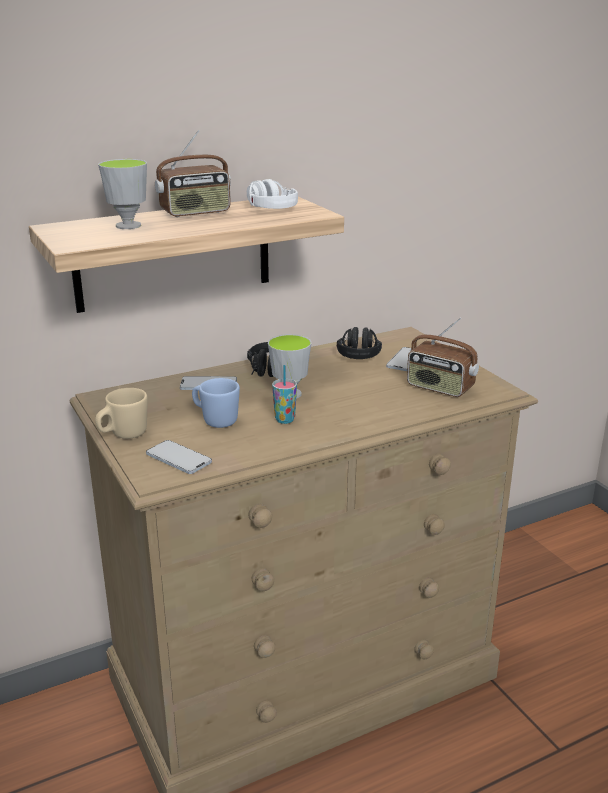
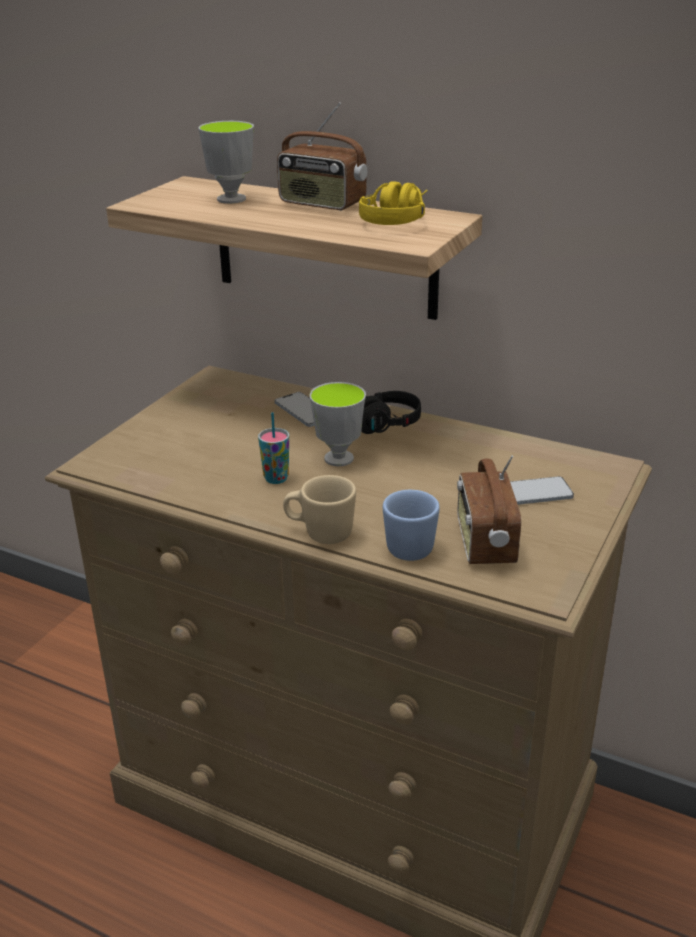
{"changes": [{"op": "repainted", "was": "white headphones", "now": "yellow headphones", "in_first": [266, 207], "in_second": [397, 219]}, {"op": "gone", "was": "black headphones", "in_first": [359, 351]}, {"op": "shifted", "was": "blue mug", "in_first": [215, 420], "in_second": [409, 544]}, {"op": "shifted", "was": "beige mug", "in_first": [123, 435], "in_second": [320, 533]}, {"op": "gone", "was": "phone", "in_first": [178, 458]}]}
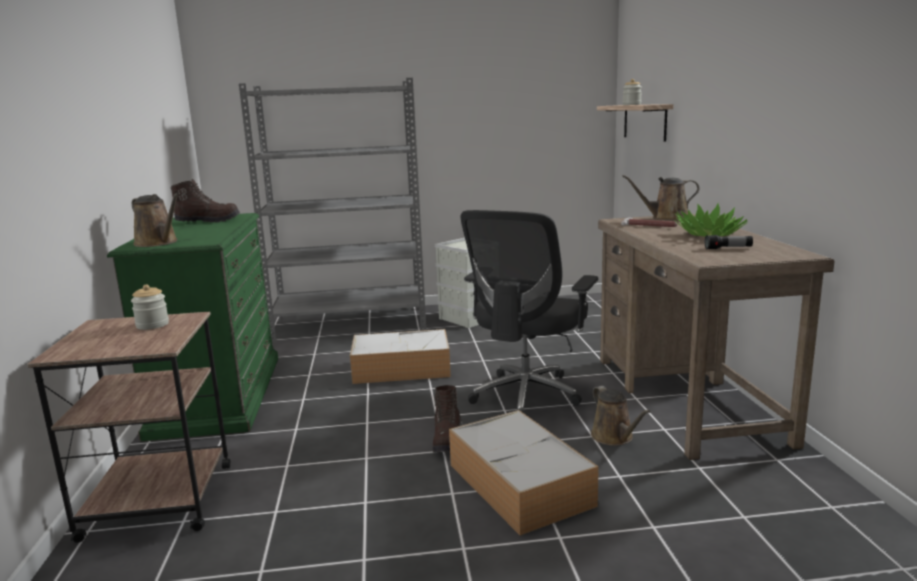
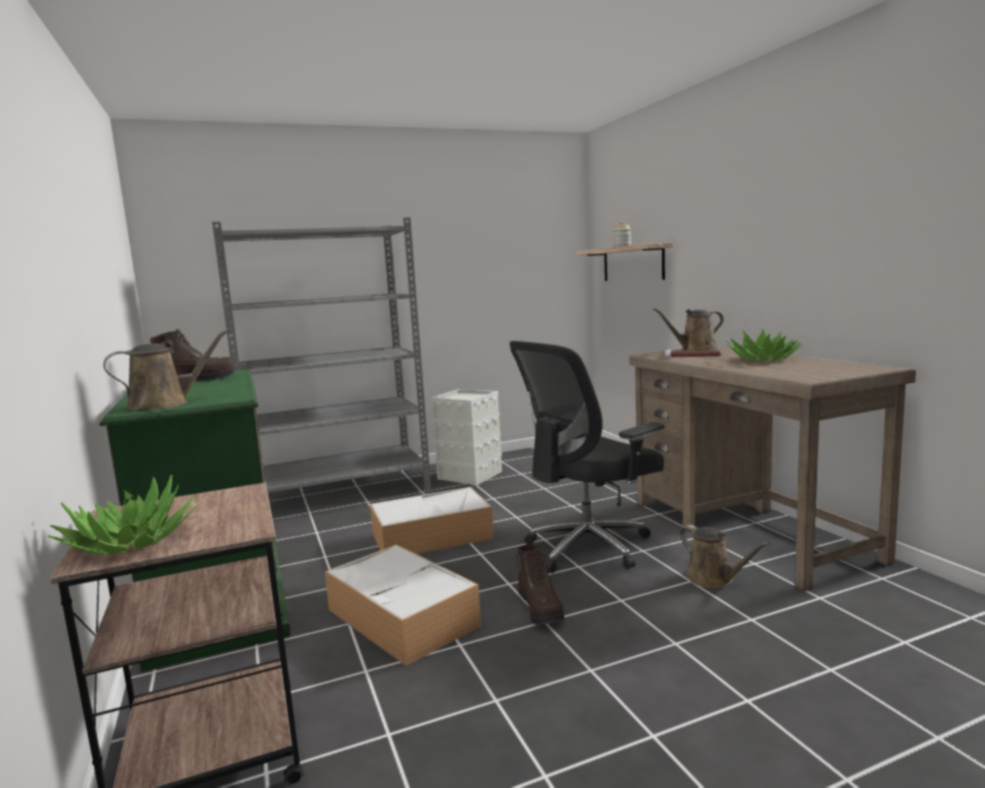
{"changes": [{"op": "rotated", "was": "brown watering can", "in_first": [158, 243], "in_second": [165, 404], "clockwise": -60}, {"op": "rotated", "was": "office chair", "in_first": [526, 395], "in_second": [589, 547], "clockwise": 45}, {"op": "gone", "was": "flashlight", "in_first": [728, 248]}, {"op": "gone", "was": "jar", "in_first": [152, 325]}, {"op": "shifted", "was": "storage box", "in_first": [521, 485], "in_second": [404, 618]}, {"op": "new", "now": "potted plant", "in_second": [129, 541]}]}
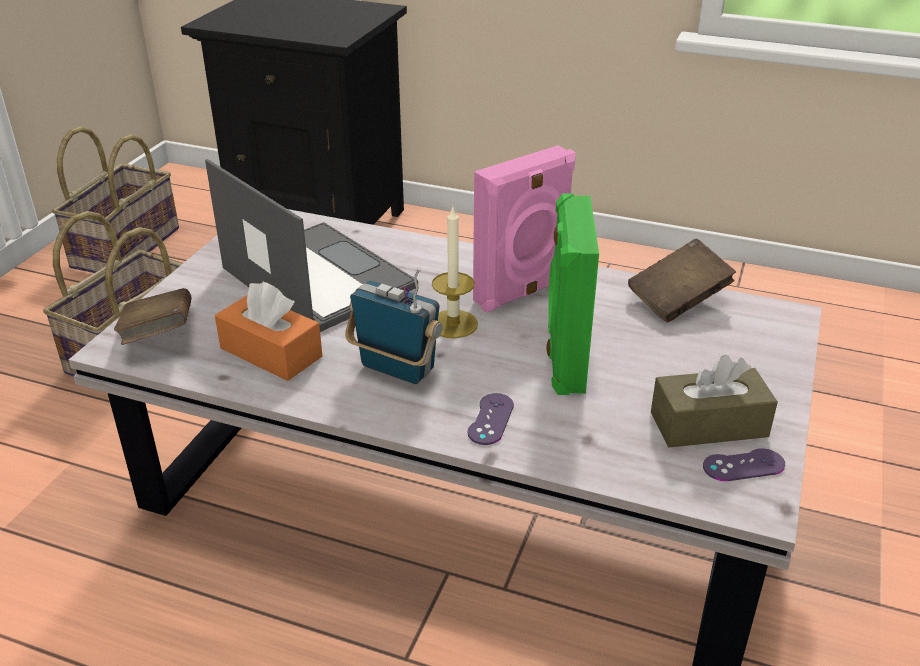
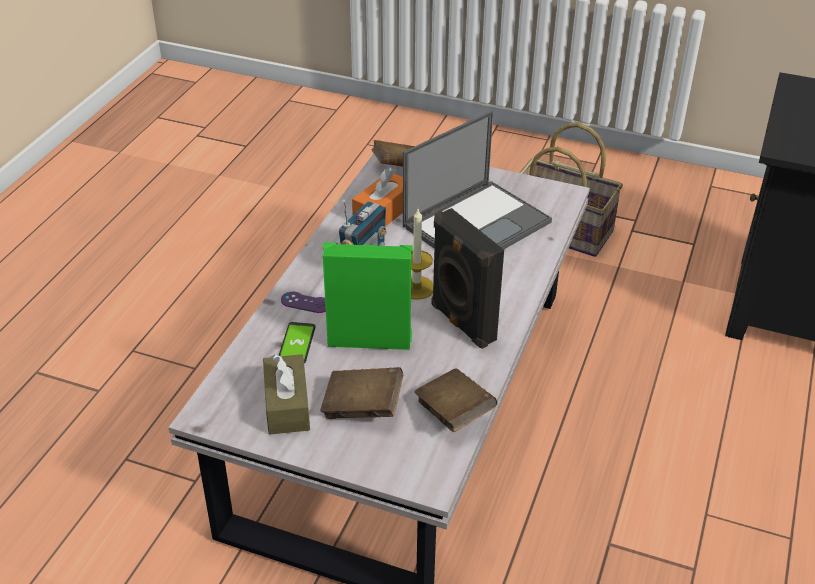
{"changes": [{"op": "gone", "was": "basket", "in_first": [125, 247]}, {"op": "repainted", "was": "pink speaker", "now": "black speaker", "in_first": [522, 292], "in_second": [461, 323]}, {"op": "gone", "was": "purple game controller", "in_first": [743, 465]}, {"op": "new", "now": "phone", "in_second": [296, 344]}, {"op": "new", "now": "brown book", "in_second": [362, 407]}]}
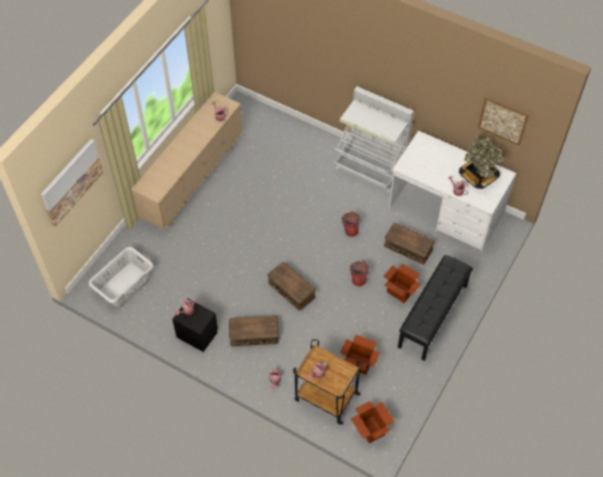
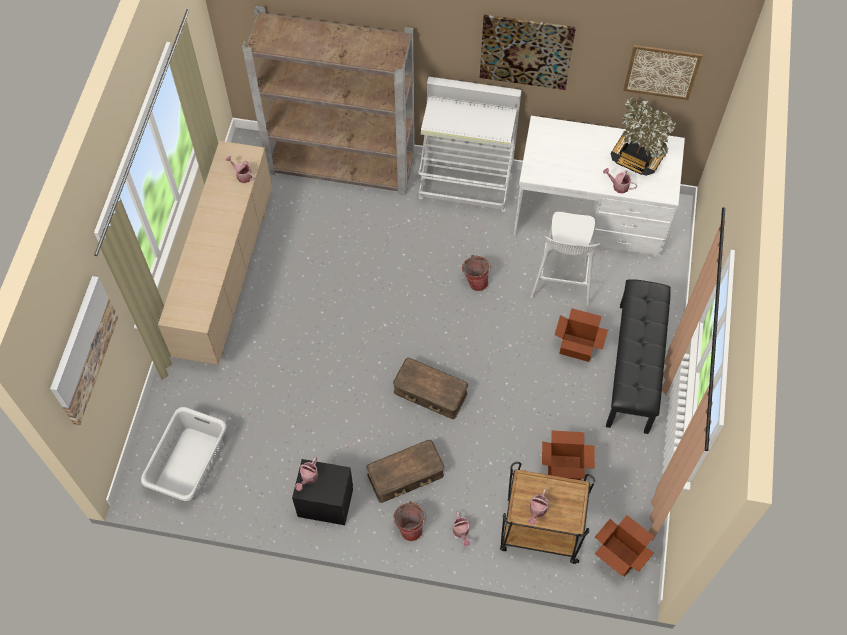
{"changes": [{"op": "swapped", "was": "brown storage box", "now": "white stool", "in_first": [408, 247], "in_second": [562, 281]}, {"op": "shifted", "was": "bucket", "in_first": [359, 279], "in_second": [410, 527]}, {"op": "new", "now": "brown bookcase", "in_second": [341, 165]}, {"op": "new", "now": "picture", "in_second": [526, 51]}]}
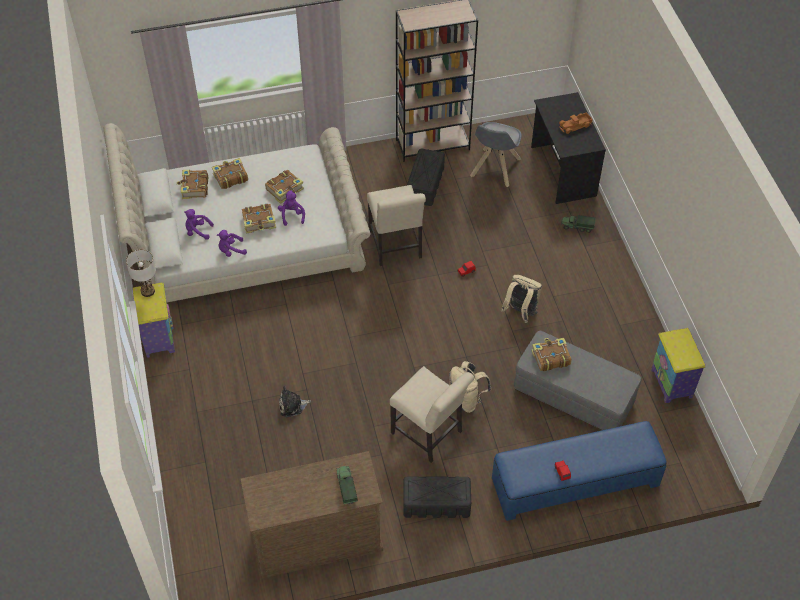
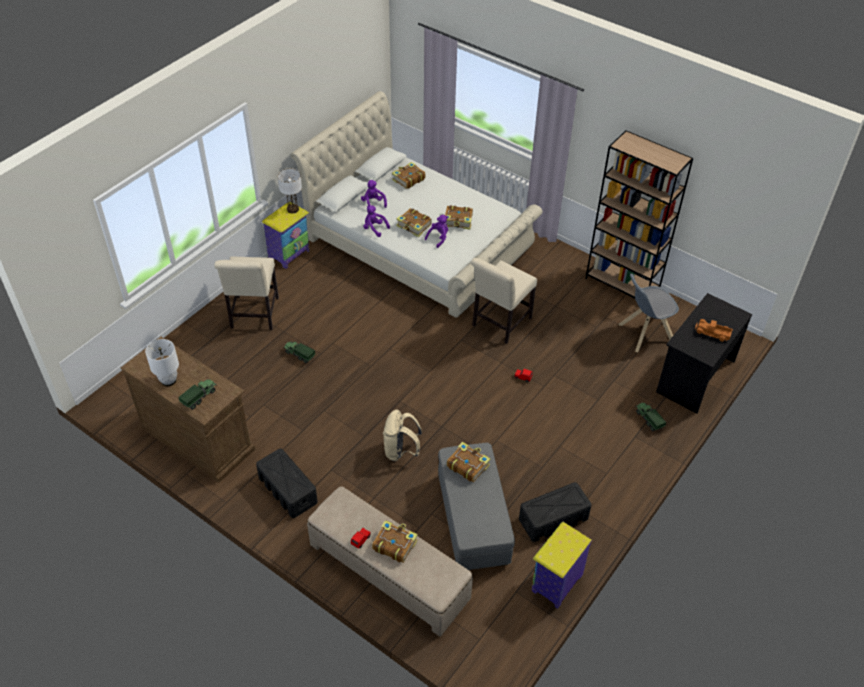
{"changes": [{"op": "shifted", "was": "black storage box", "in_first": [425, 185], "in_second": [553, 519]}, {"op": "shifted", "was": "book", "in_first": [230, 177], "in_second": [394, 544]}, {"op": "gone", "was": "beige backpack", "in_first": [520, 312]}, {"op": "shifted", "was": "beige chair", "in_first": [429, 435], "in_second": [253, 316]}, {"op": "swapped", "was": "plush toy", "now": "toy truck", "in_first": [292, 406], "in_second": [299, 355]}, {"op": "repainted", "was": "blue bench", "now": "beige bench", "in_first": [574, 482], "in_second": [388, 571]}, {"op": "new", "now": "white table lamp", "in_second": [168, 380]}]}
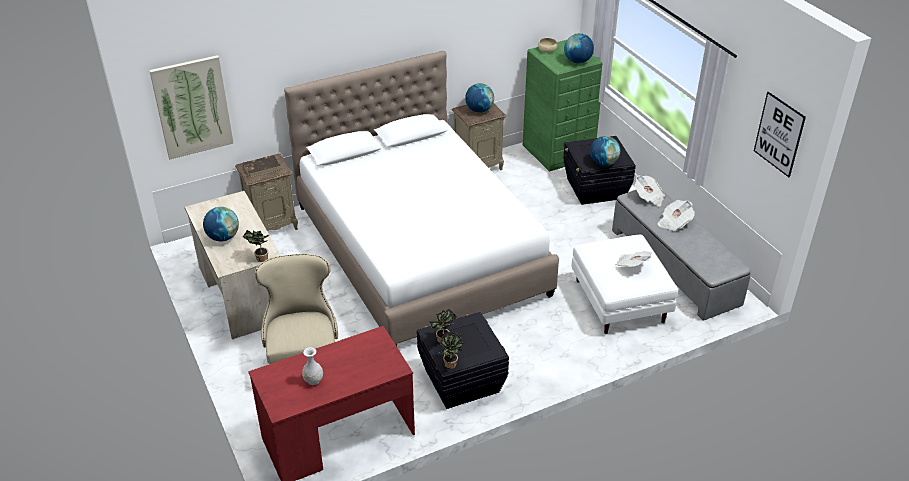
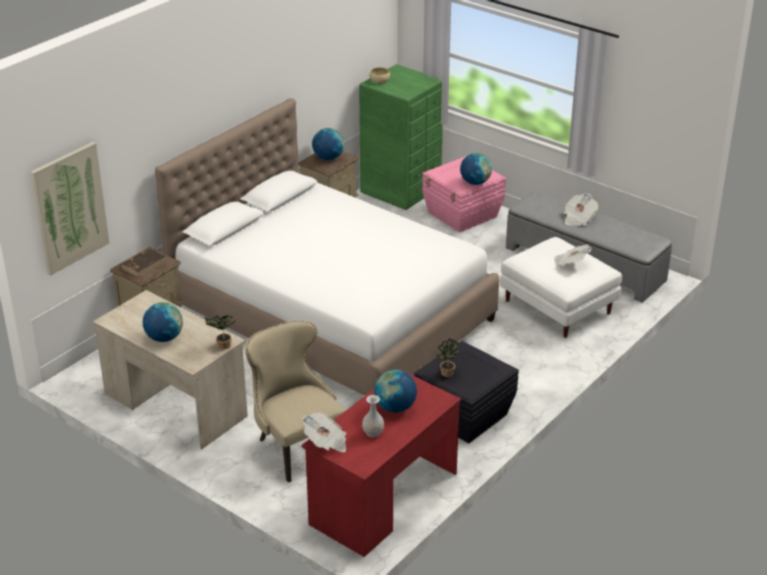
{"changes": [{"op": "shifted", "was": "globe", "in_first": [577, 61], "in_second": [395, 407]}, {"op": "gone", "was": "picture", "in_first": [779, 134]}, {"op": "repainted", "was": "black storage box", "now": "pink storage box", "in_first": [595, 189], "in_second": [462, 215]}, {"op": "shifted", "was": "newspaper", "in_first": [649, 198], "in_second": [326, 442]}, {"op": "gone", "was": "potted plant", "in_first": [452, 365]}]}
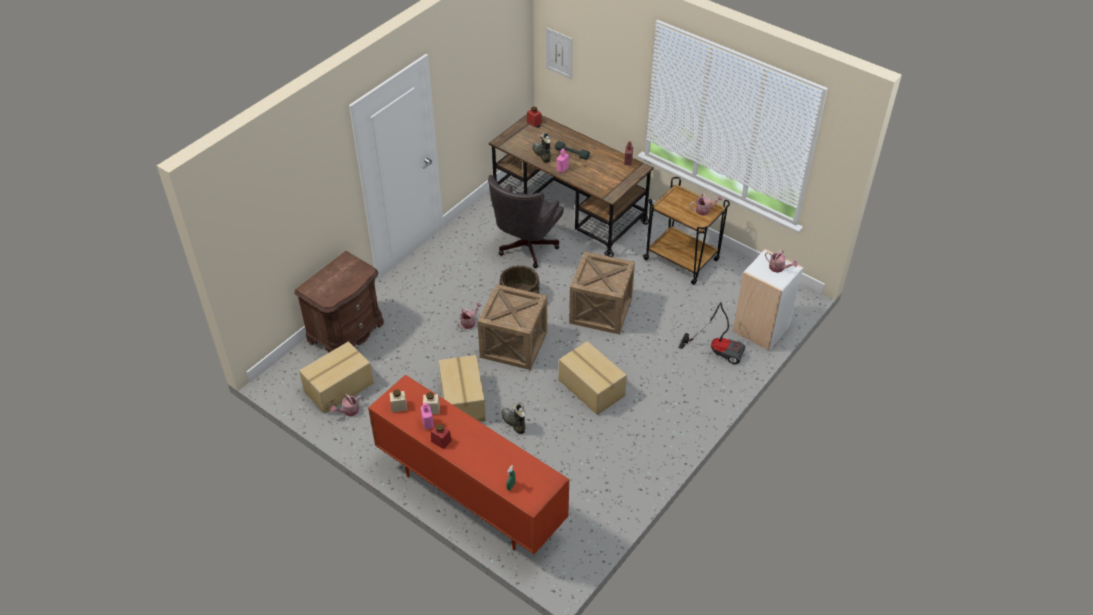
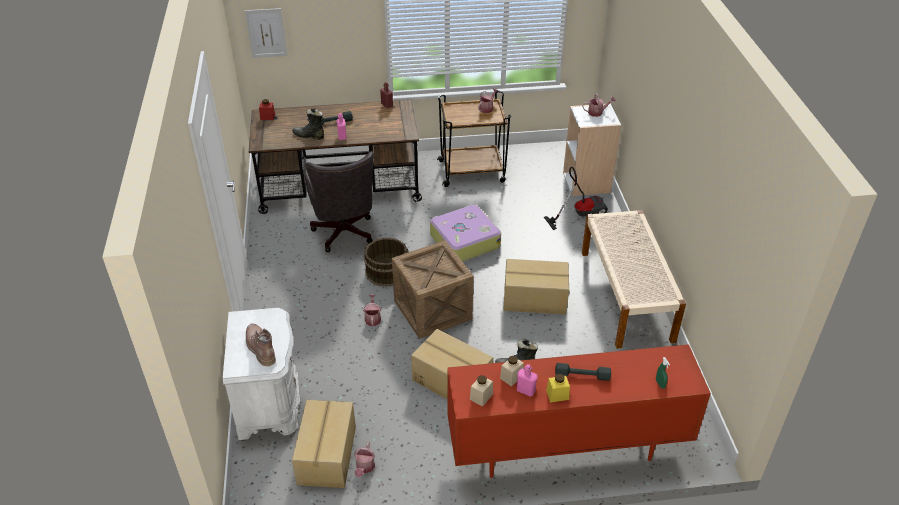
{"changes": [{"op": "repainted", "was": "brown nightstand", "now": "white nightstand", "in_first": [348, 331], "in_second": [270, 402]}, {"op": "swapped", "was": "crate", "now": "suitcase", "in_first": [600, 310], "in_second": [464, 241]}, {"op": "repainted", "was": "red jar", "now": "yellow jar", "in_first": [441, 441], "in_second": [557, 395]}, {"op": "new", "now": "beige bench", "in_second": [627, 295]}, {"op": "new", "now": "brown boot", "in_second": [259, 347]}, {"op": "new", "now": "grey dumbbell", "in_second": [582, 375]}]}
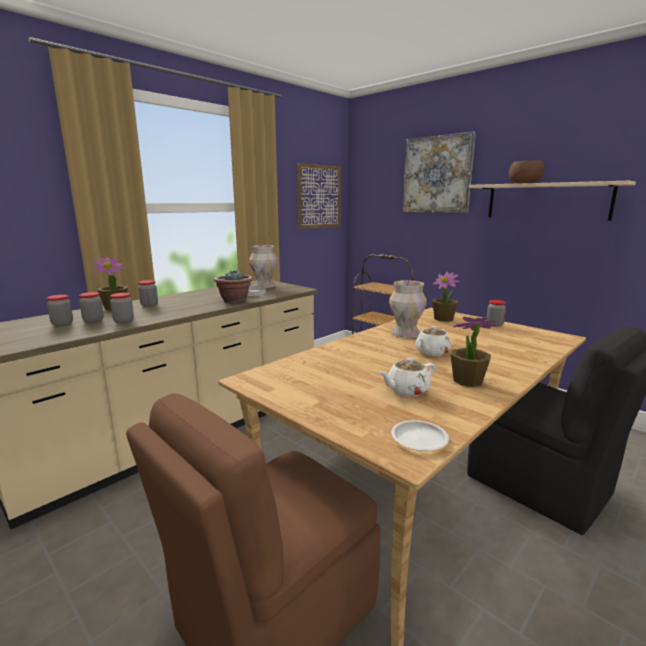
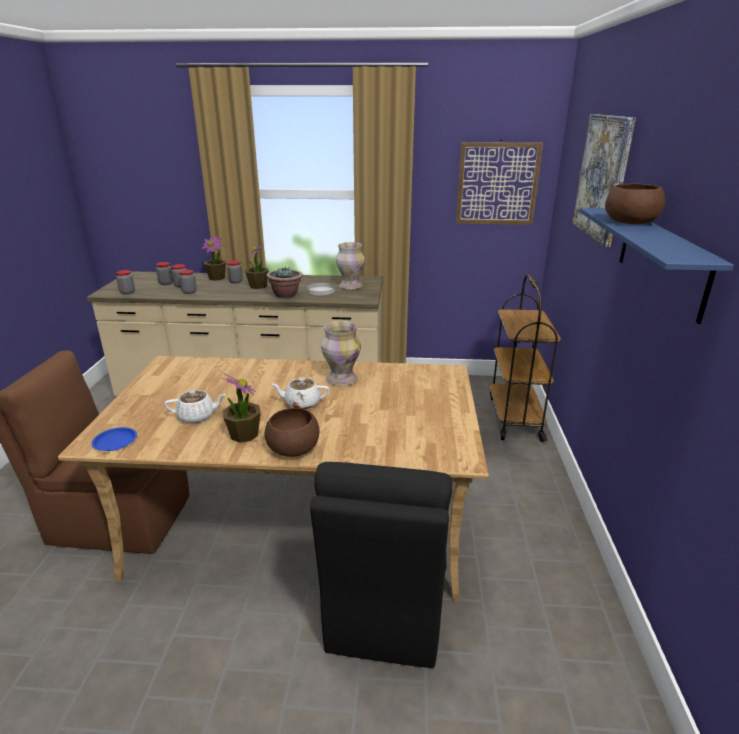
{"changes": [{"op": "repainted", "was": "beige shelf", "now": "blue shelf", "in_first": [547, 201], "in_second": [661, 259]}, {"op": "shifted", "was": "potted plant", "in_first": [443, 319], "in_second": [258, 286]}, {"op": "shifted", "was": "jar", "in_first": [494, 324], "in_second": [127, 292]}, {"op": "rotated", "was": "white teapot", "in_first": [407, 390], "in_second": [197, 416], "clockwise": 150}, {"op": "repainted", "was": "white plate", "now": "blue plate", "in_first": [418, 439], "in_second": [115, 442]}, {"op": "new", "now": "brown bowl", "in_second": [293, 448]}]}
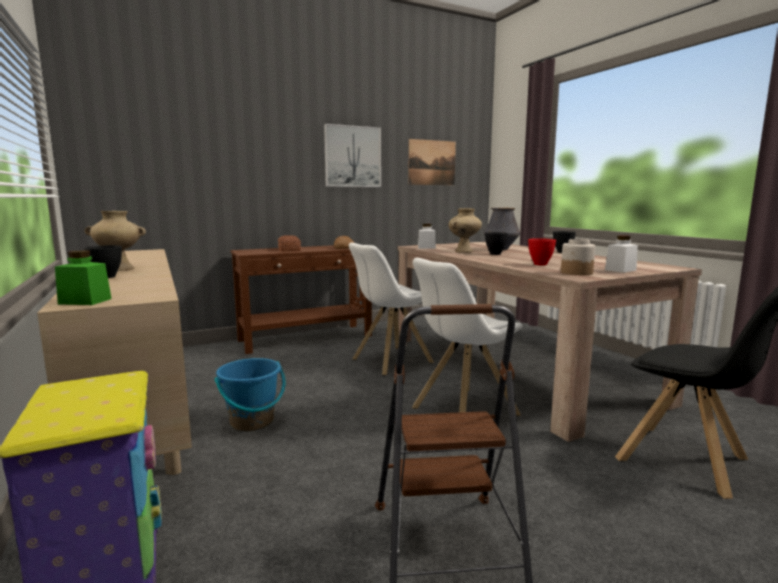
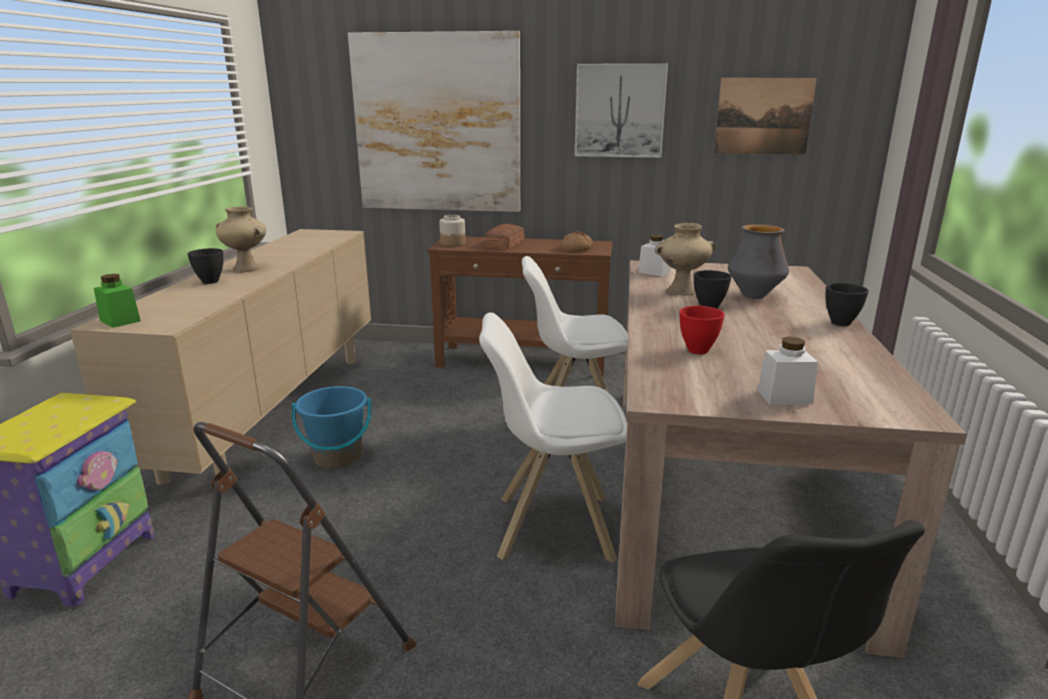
{"changes": [{"op": "shifted", "was": "jar", "in_first": [576, 273], "in_second": [453, 243]}, {"op": "new", "now": "picture", "in_second": [437, 124]}]}
